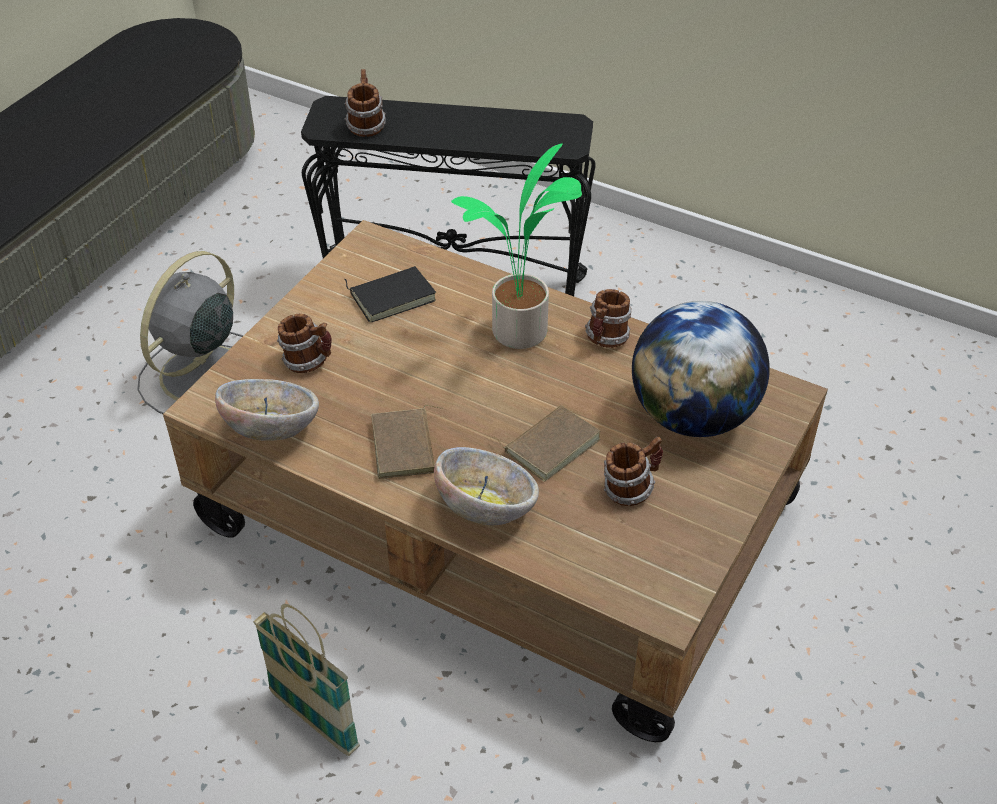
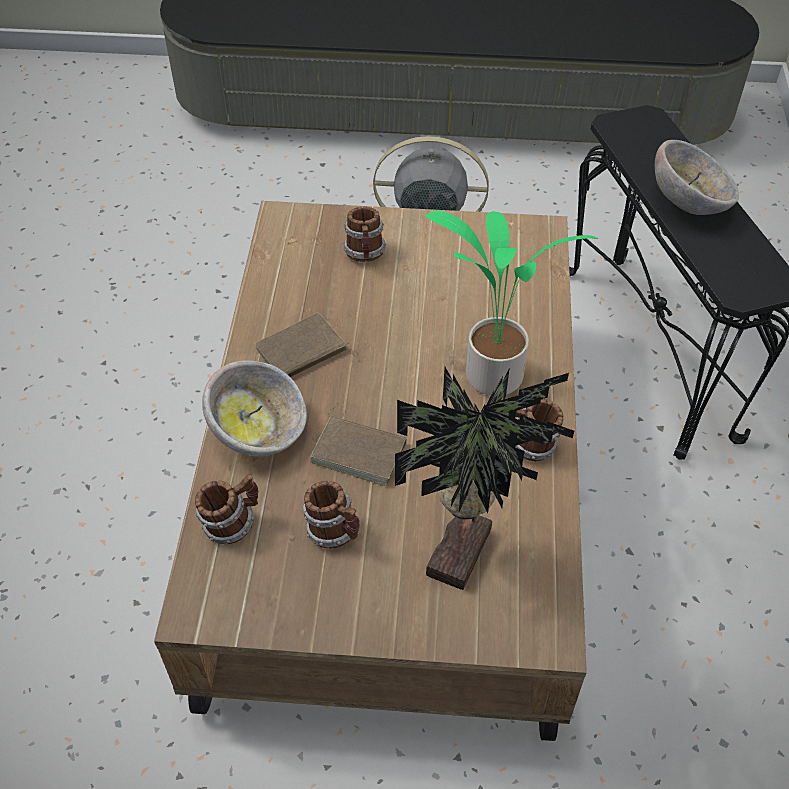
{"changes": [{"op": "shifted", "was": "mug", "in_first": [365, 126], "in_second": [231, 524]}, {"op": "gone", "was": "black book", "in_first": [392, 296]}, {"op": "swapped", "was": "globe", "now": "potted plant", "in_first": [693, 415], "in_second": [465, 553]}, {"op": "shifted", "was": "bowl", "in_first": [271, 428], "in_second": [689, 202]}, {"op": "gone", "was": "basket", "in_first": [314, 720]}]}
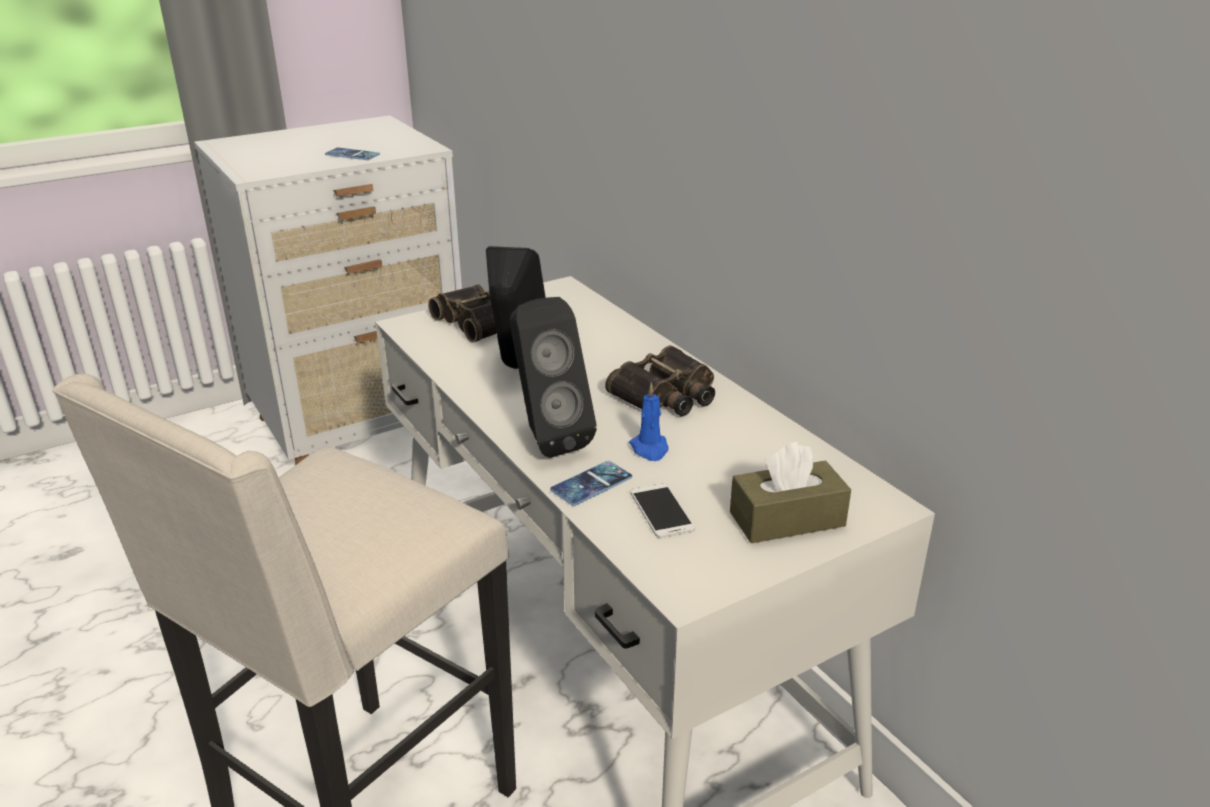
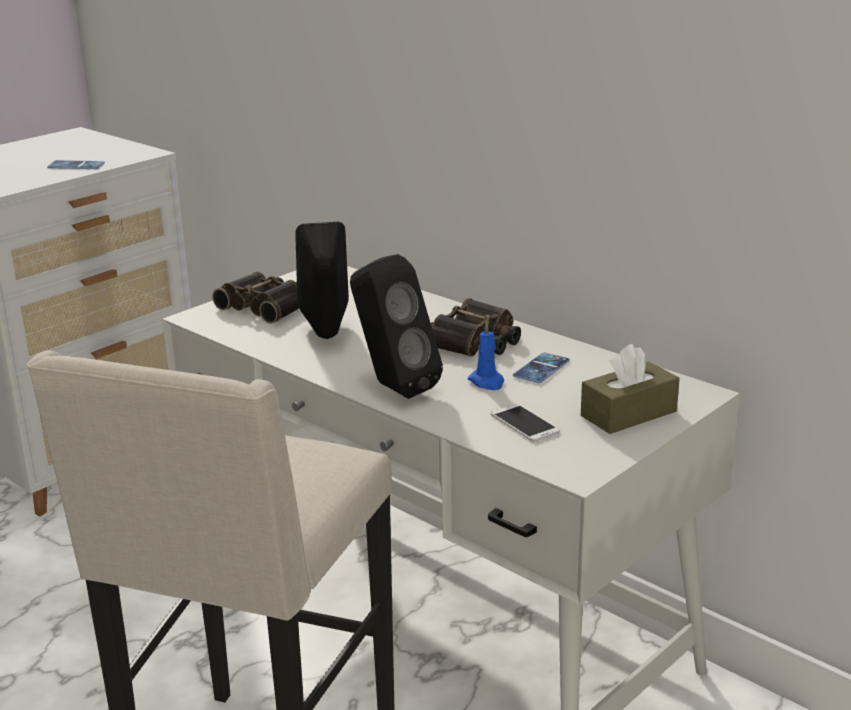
{"changes": [{"op": "shifted", "was": "phone", "in_first": [591, 484], "in_second": [541, 368]}]}
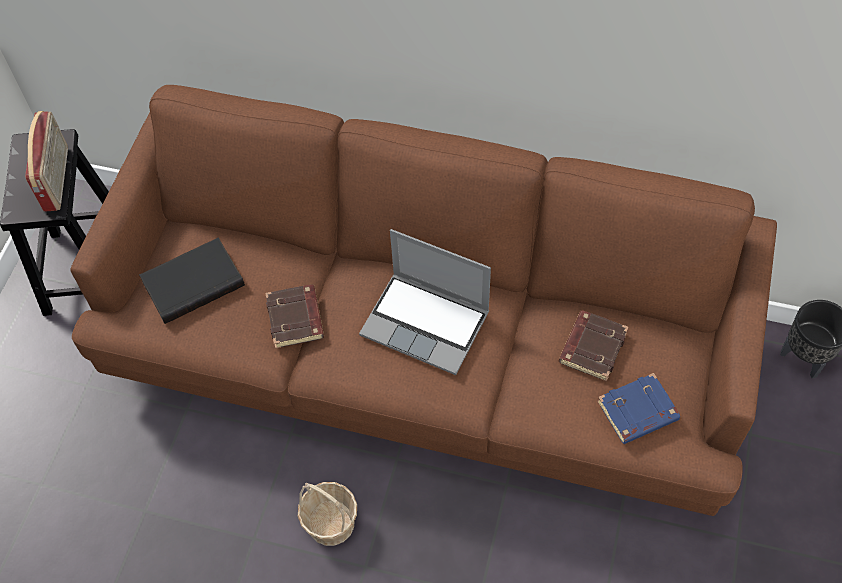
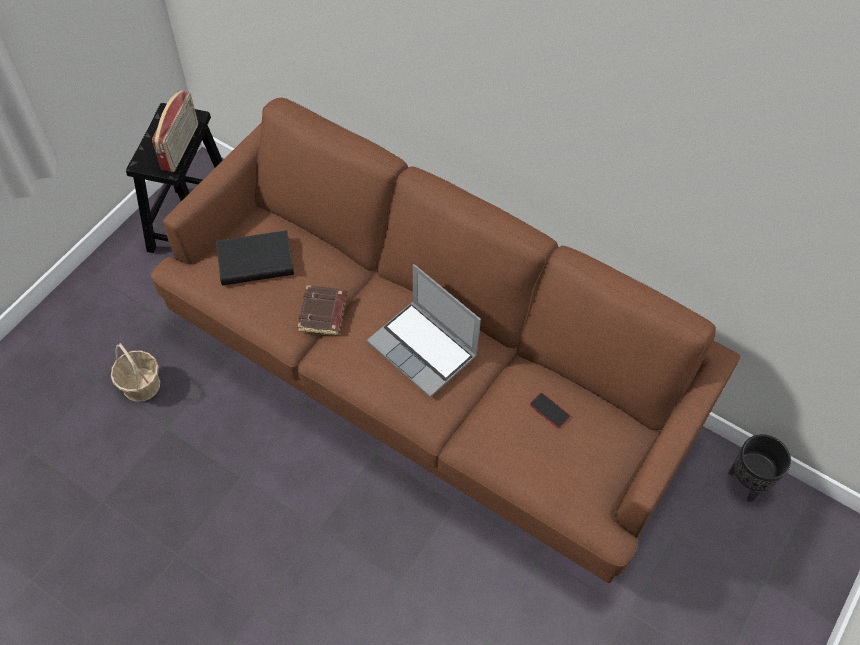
{"changes": [{"op": "swapped", "was": "brown book", "now": "phone", "in_first": [592, 347], "in_second": [549, 411]}, {"op": "gone", "was": "blue book", "in_first": [637, 412]}, {"op": "shifted", "was": "basket", "in_first": [331, 522], "in_second": [141, 384]}]}
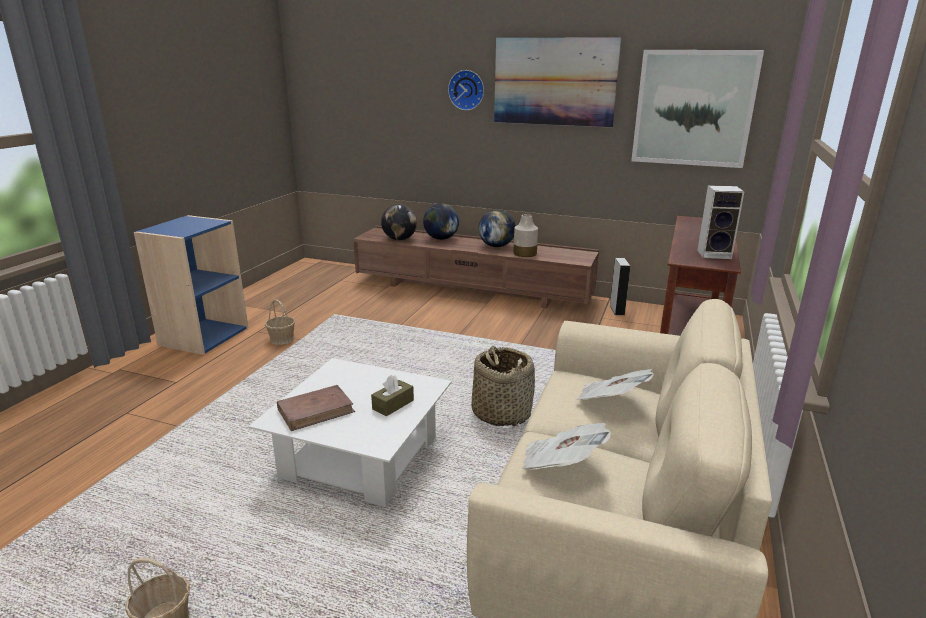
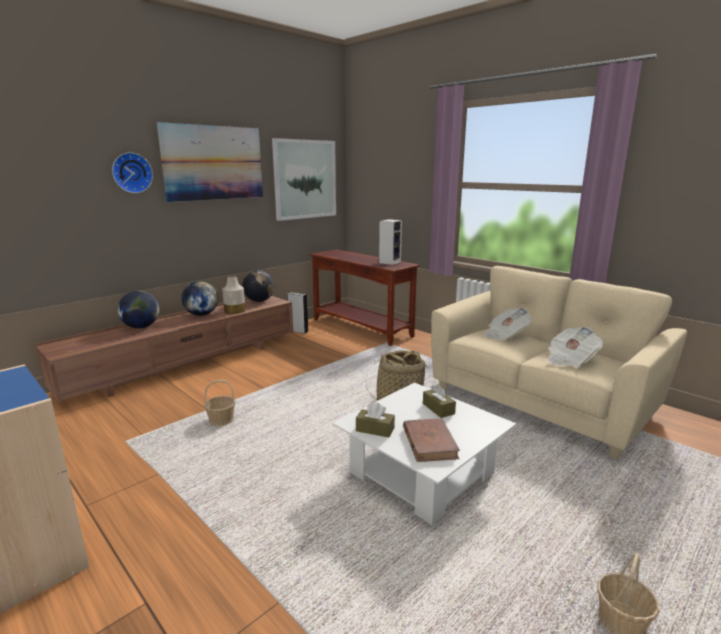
{"changes": [{"op": "shifted", "was": "globe", "in_first": [399, 239], "in_second": [259, 301]}, {"op": "shifted", "was": "basket", "in_first": [282, 339], "in_second": [221, 420]}, {"op": "new", "now": "brown tissue box", "in_second": [375, 429]}]}
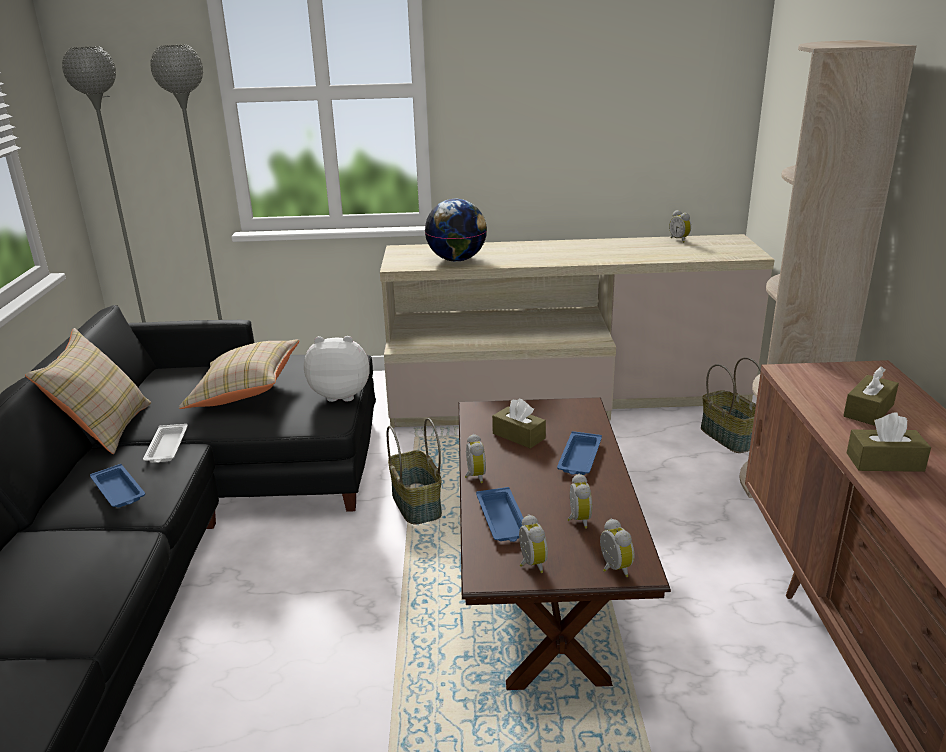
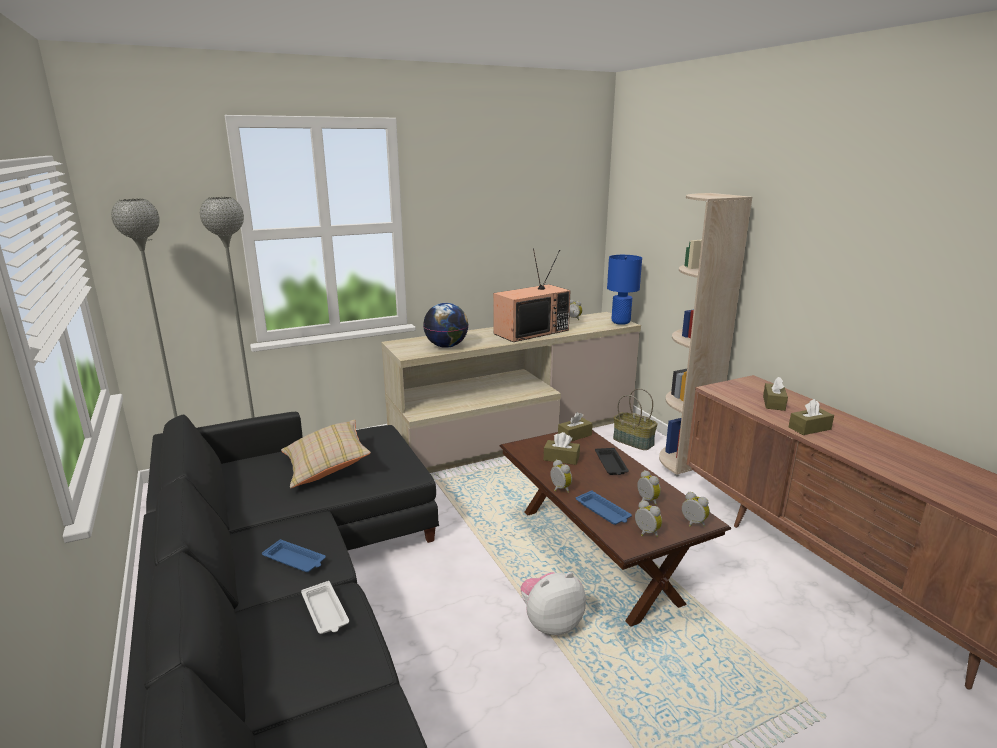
{"changes": [{"op": "gone", "was": "beige pillow", "in_first": [104, 429]}, {"op": "shifted", "was": "plush toy", "in_first": [341, 394], "in_second": [550, 623]}, {"op": "gone", "was": "basket", "in_first": [415, 504]}, {"op": "shifted", "was": "white tray", "in_first": [167, 448], "in_second": [325, 612]}, {"op": "repainted", "was": "blue tray", "now": "black tray", "in_first": [579, 458], "in_second": [611, 464]}, {"op": "new", "now": "television", "in_second": [531, 331]}, {"op": "new", "now": "blue table lamp", "in_second": [621, 323]}, {"op": "new", "now": "brown tissue box", "in_second": [574, 435]}]}
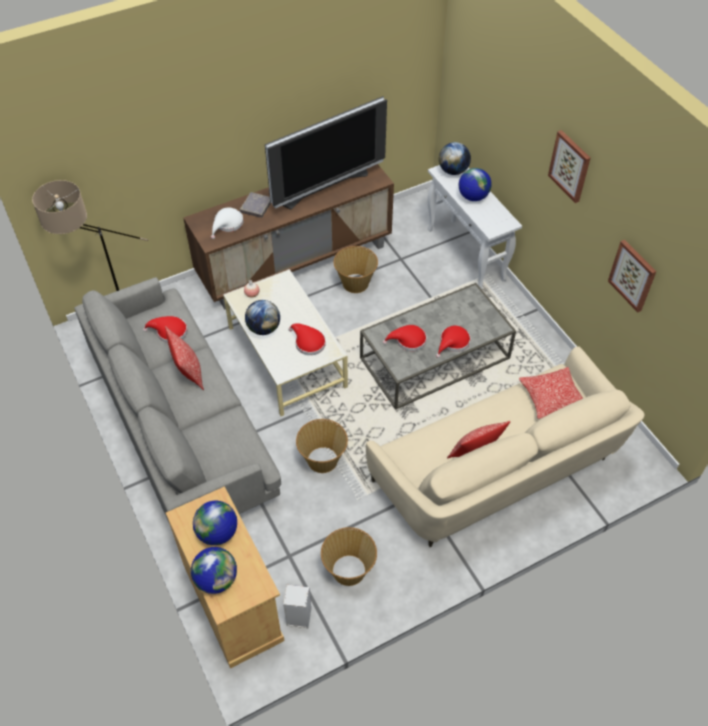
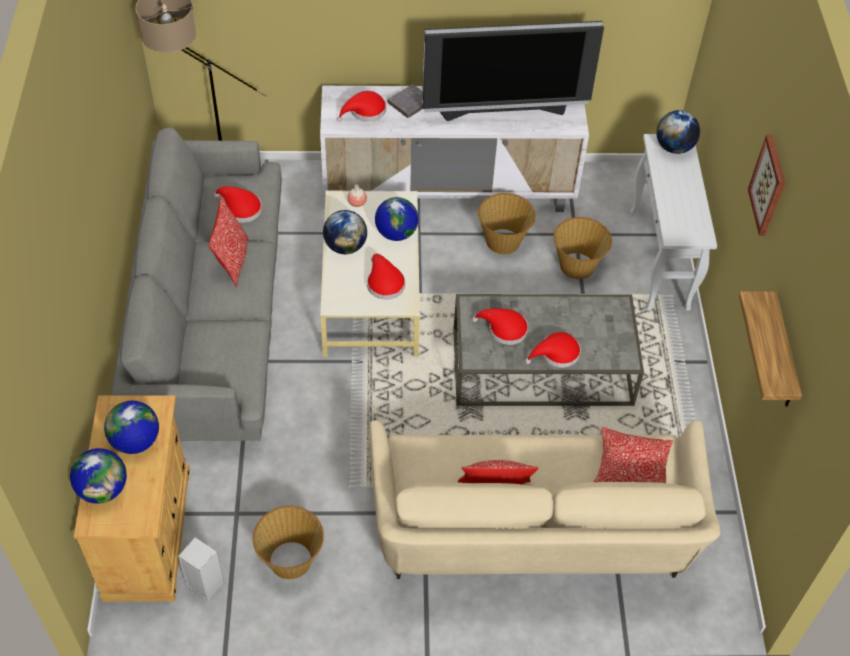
{"changes": [{"op": "repainted", "was": "brown tv stand", "now": "white tv stand", "in_first": [295, 260], "in_second": [449, 187]}, {"op": "shifted", "was": "globe", "in_first": [473, 196], "in_second": [396, 233]}, {"op": "repainted", "was": "white hat", "now": "red hat", "in_first": [227, 224], "in_second": [365, 111]}, {"op": "swapped", "was": "picture", "now": "shelf", "in_first": [633, 275], "in_second": [783, 354]}, {"op": "shifted", "was": "basket", "in_first": [322, 459], "in_second": [577, 265]}]}
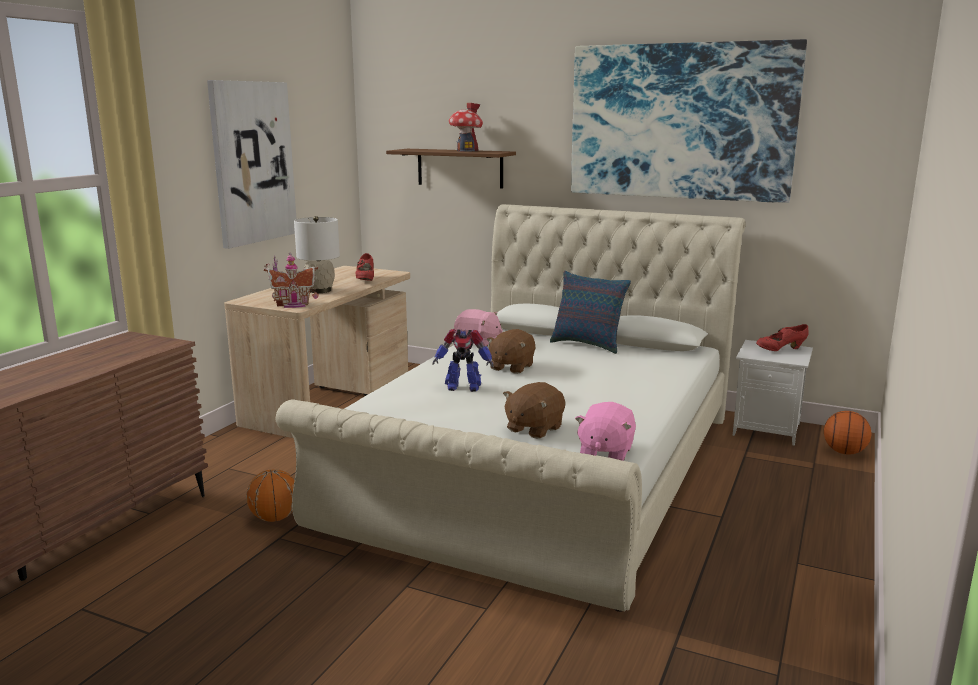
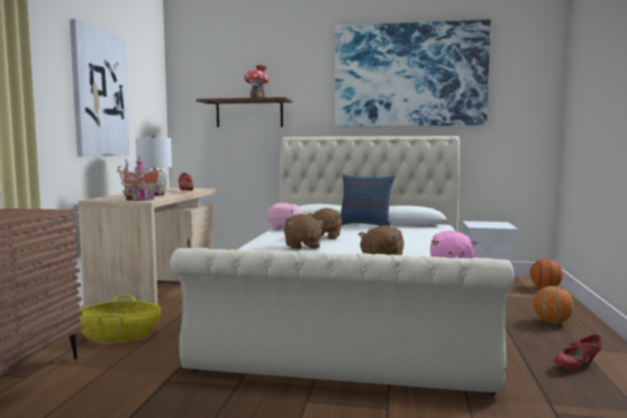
{"changes": [{"op": "shifted", "was": "red shoe", "in_first": [780, 350], "in_second": [576, 366]}, {"op": "swapped", "was": "toy robot", "now": "brown plush toy", "in_first": [463, 387], "in_second": [302, 246]}, {"op": "shifted", "was": "basketball", "in_first": [275, 518], "in_second": [552, 322]}, {"op": "new", "now": "basket", "in_second": [118, 336]}]}
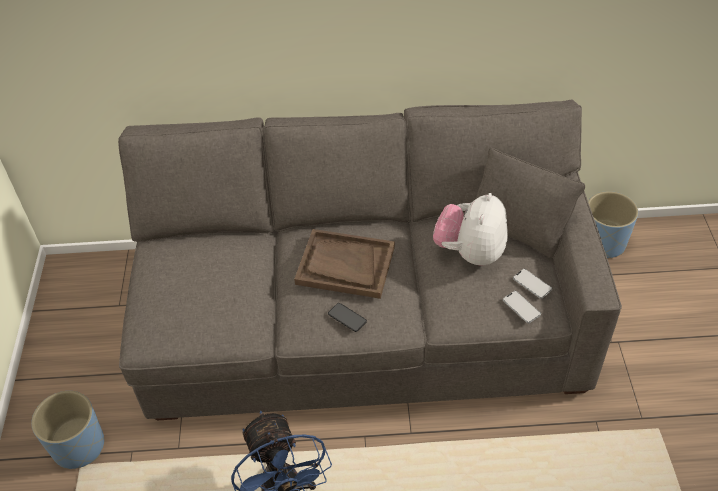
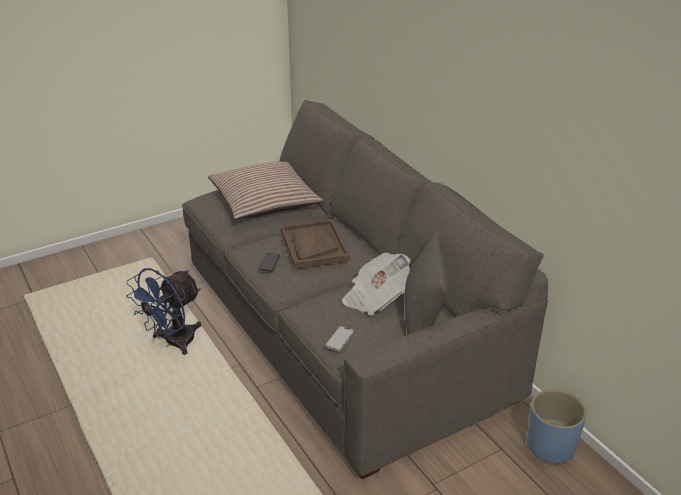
{"changes": [{"op": "swapped", "was": "plush toy", "now": "newspaper", "in_first": [470, 252], "in_second": [376, 298]}, {"op": "gone", "was": "phone", "in_first": [532, 284]}, {"op": "gone", "was": "blue planter", "in_first": [78, 446]}, {"op": "new", "now": "pillow", "in_second": [264, 201]}]}
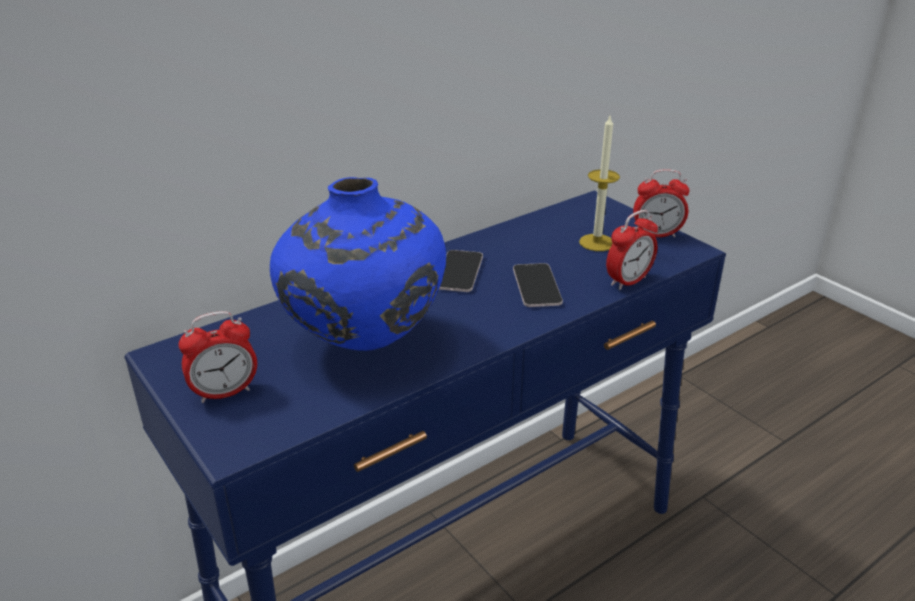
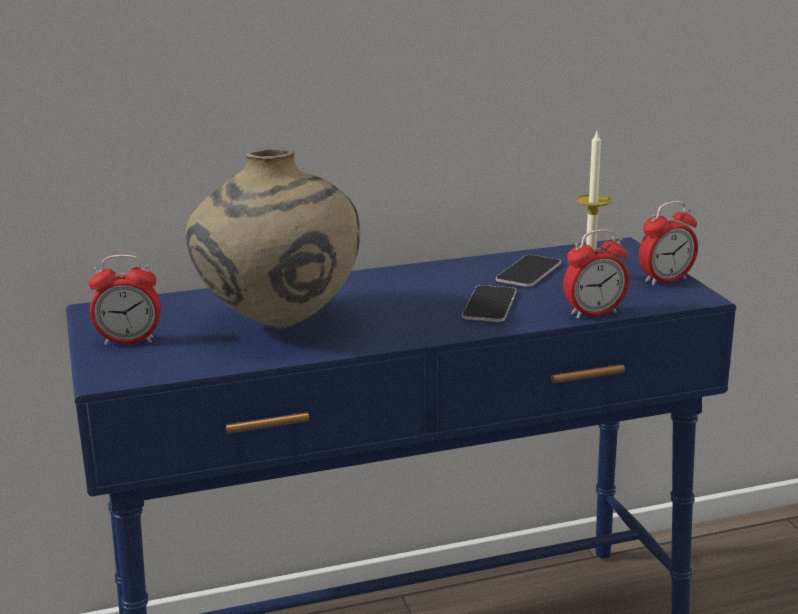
{"changes": [{"op": "rotated", "was": "alarm clock", "in_first": [656, 235], "in_second": [666, 280], "clockwise": -45}, {"op": "repainted", "was": "blue vase", "now": "beige vase", "in_first": [364, 345], "in_second": [278, 326]}, {"op": "shifted", "was": "phone", "in_first": [459, 272], "in_second": [528, 272]}]}
